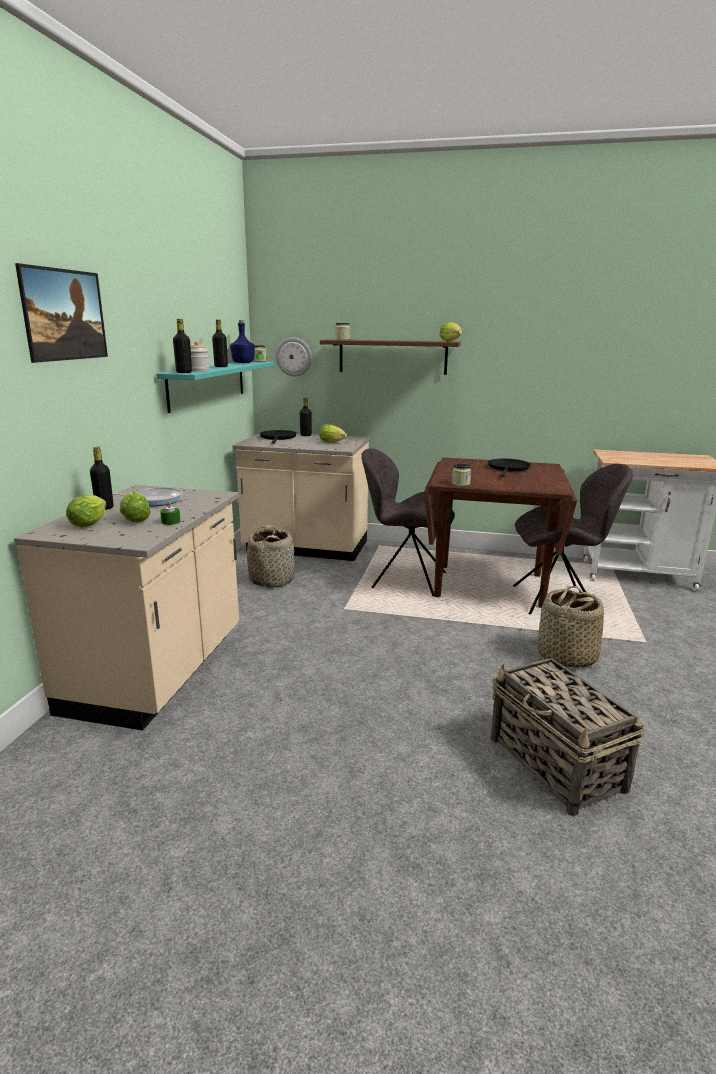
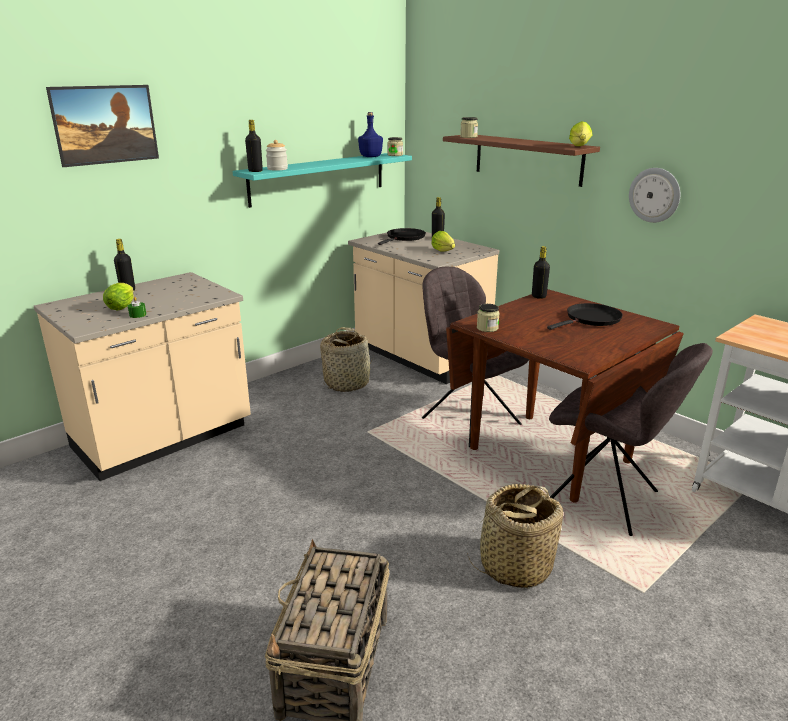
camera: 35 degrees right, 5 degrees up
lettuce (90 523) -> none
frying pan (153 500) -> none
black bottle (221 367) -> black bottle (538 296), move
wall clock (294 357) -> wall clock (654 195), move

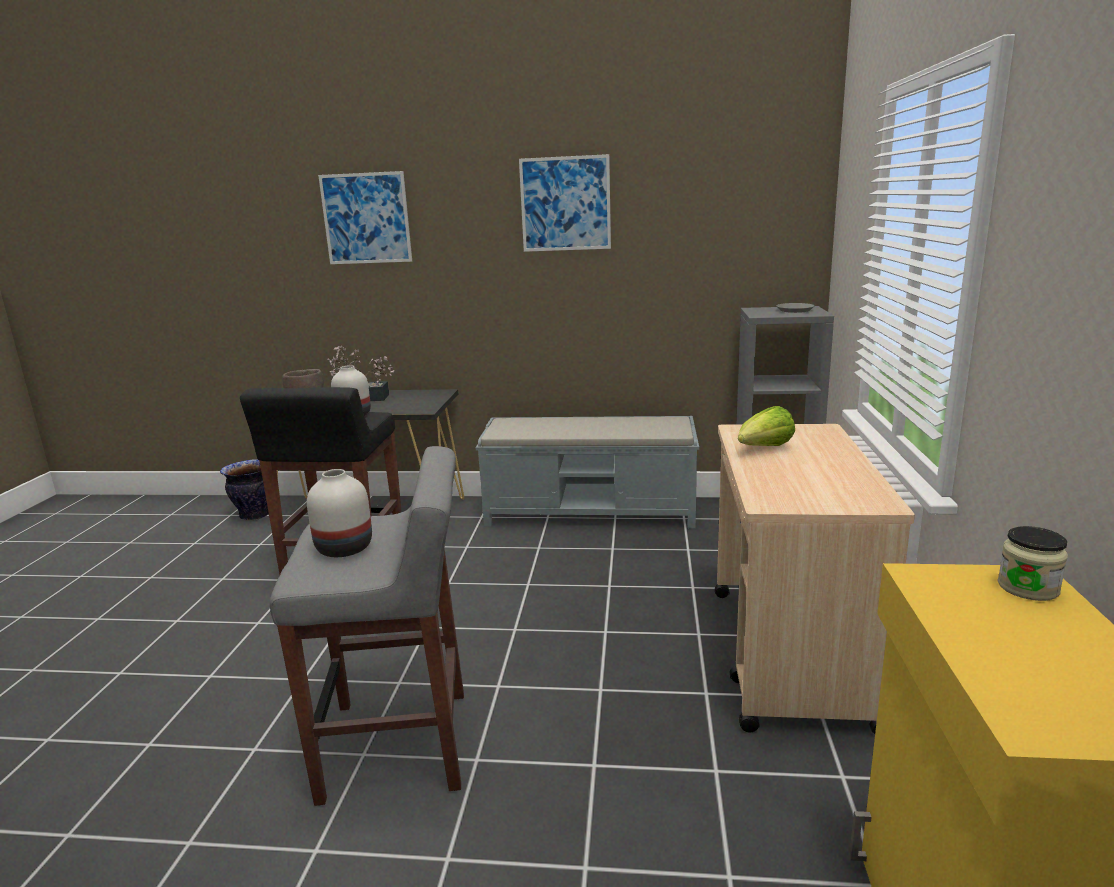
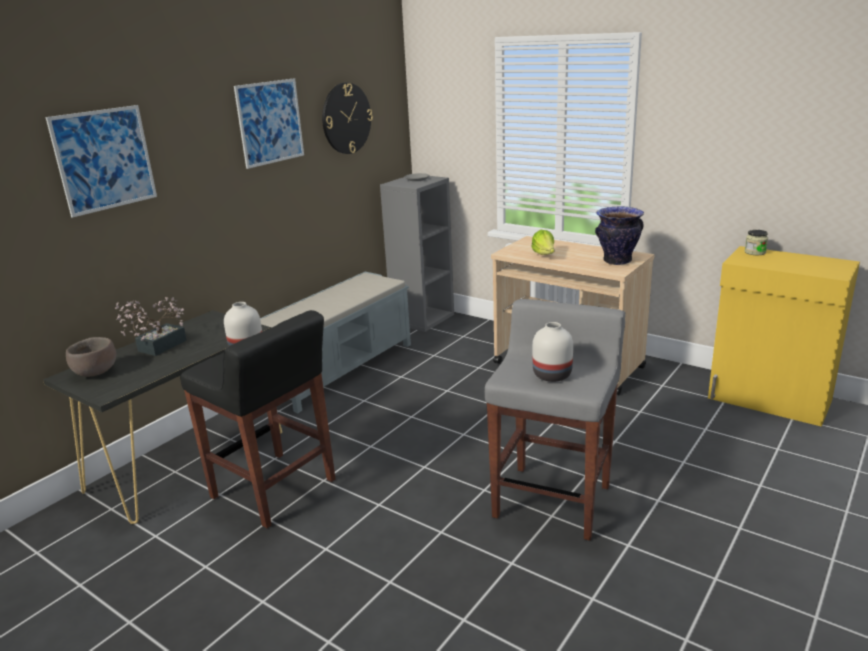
camera: 60 degrees left, 5 degrees up
none -> wall clock (346 118)
vase (255 515) -> vase (617 261), move

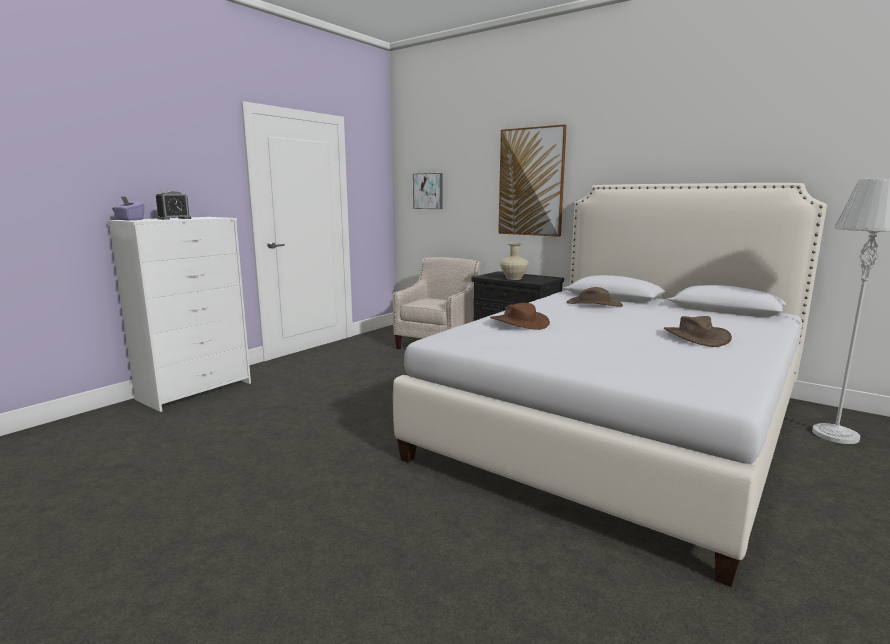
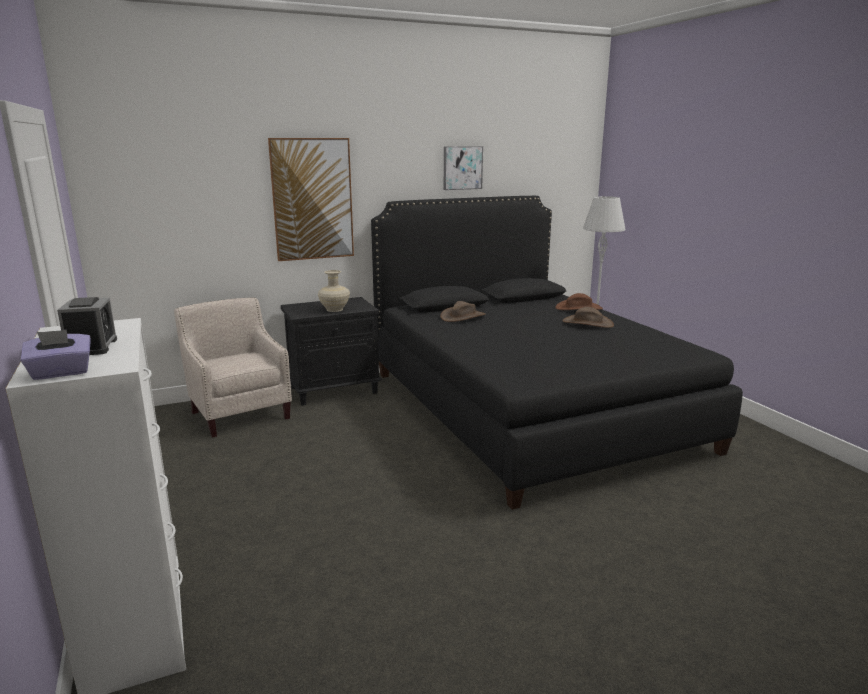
camera: 60 degrees left, 5 degrees up
picture (428 191) -> picture (462 168), move
brown hat (519 322) -> brown hat (579 308), move
white bed (618 425) -> black bed (527 409)

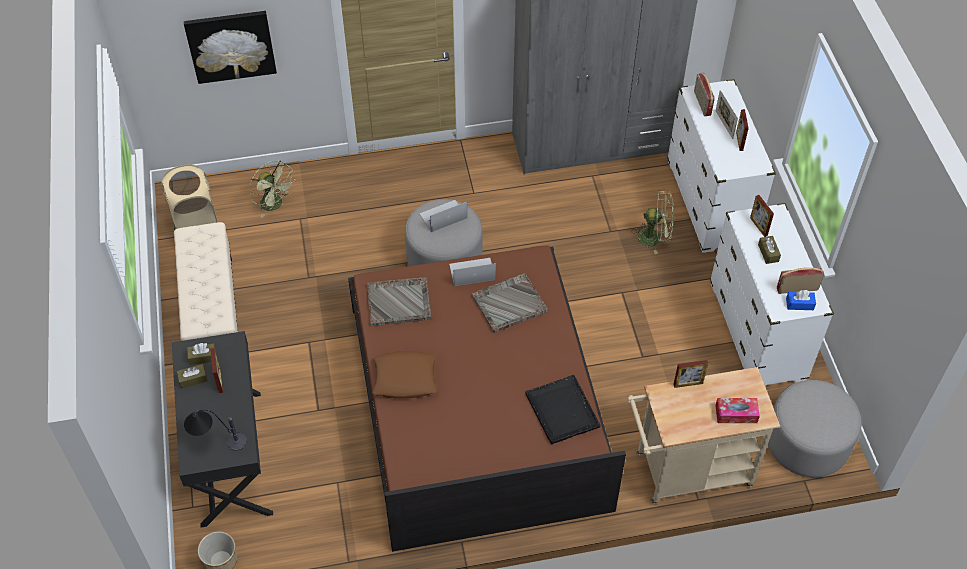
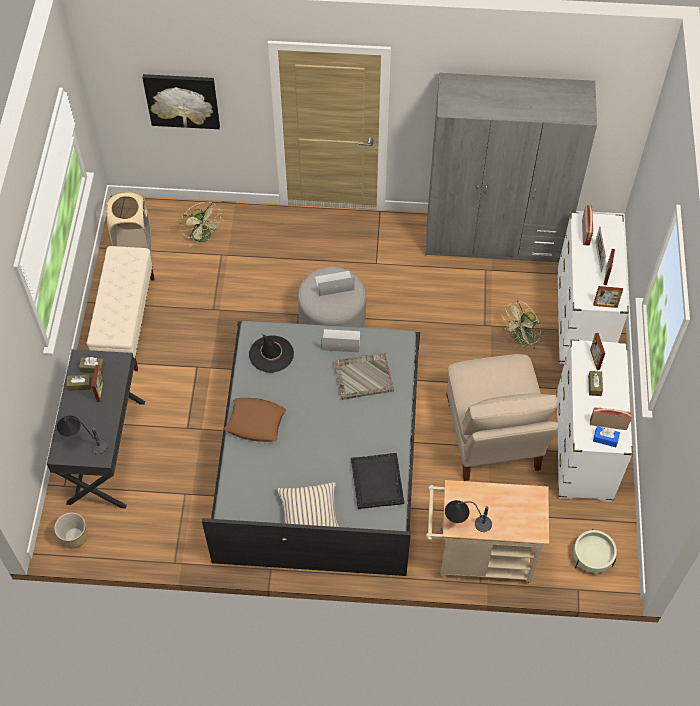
camera: 15 degrees right, 5 degrees up
tissue box (736 414) -> none
none -> beige pillow (309 514)
none -> table lamp (465 524)
none -> beige chair (492 437)
picture frame (688 384) -> picture frame (605 305), move
grey tray (399 302) -> black hat (271 354)
grey ottoman (806 443) -> beige planter (592 557)
brown bed (477 406) -> grey bed (320 456)
green fan (654 238) -> green fan (521 340), 120 degrees clockwise

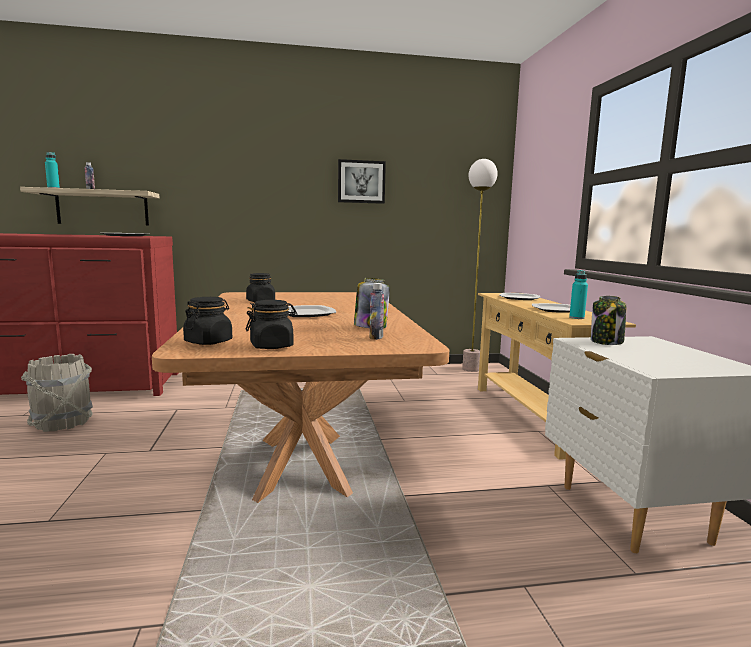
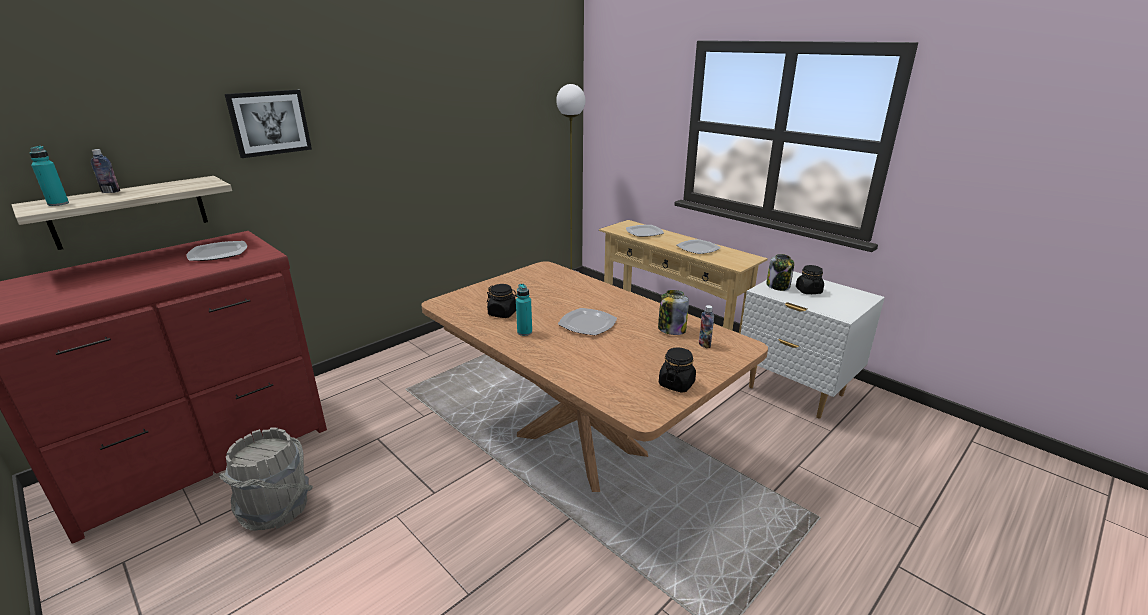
camera: 35 degrees left, 15 degrees up
black jar (208 342) -> black jar (808 291), move
picture (361 182) -> picture (269 123), move
turquoise bottle (576 318) -> turquoise bottle (524 332), move

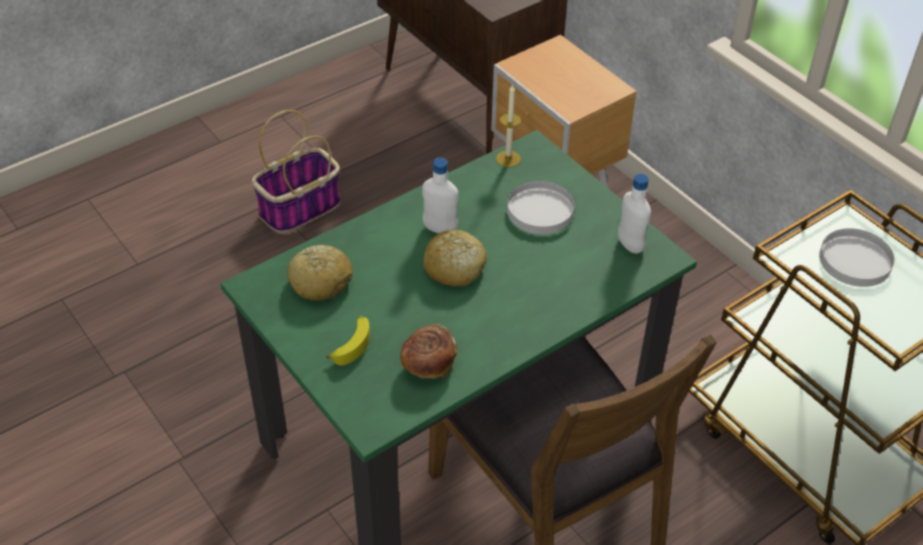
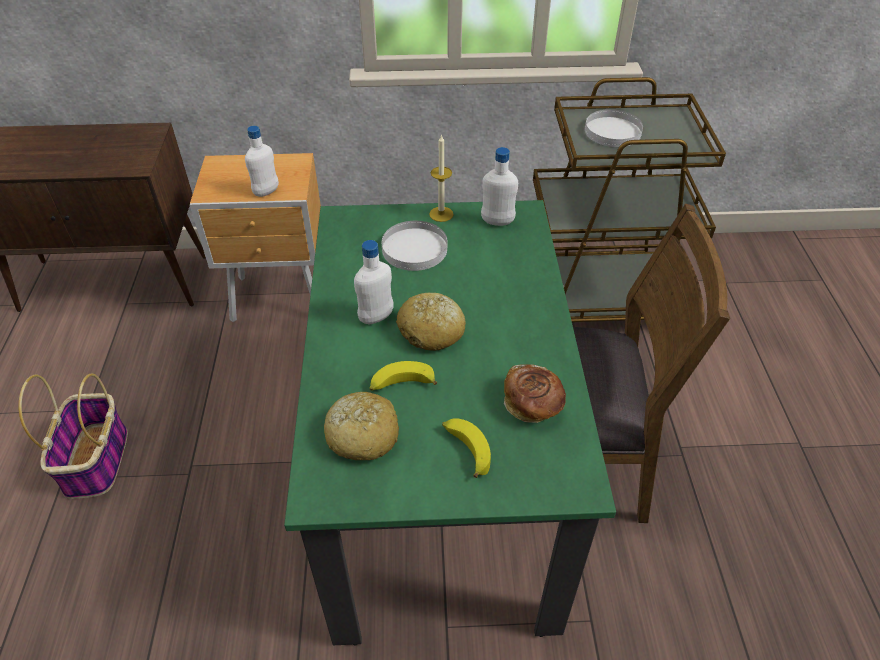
camera: 55 degrees left, 0 degrees up
none -> white bottle (266 192)
none -> banana (401 385)
candle (508 159) -> candle (441 214), move

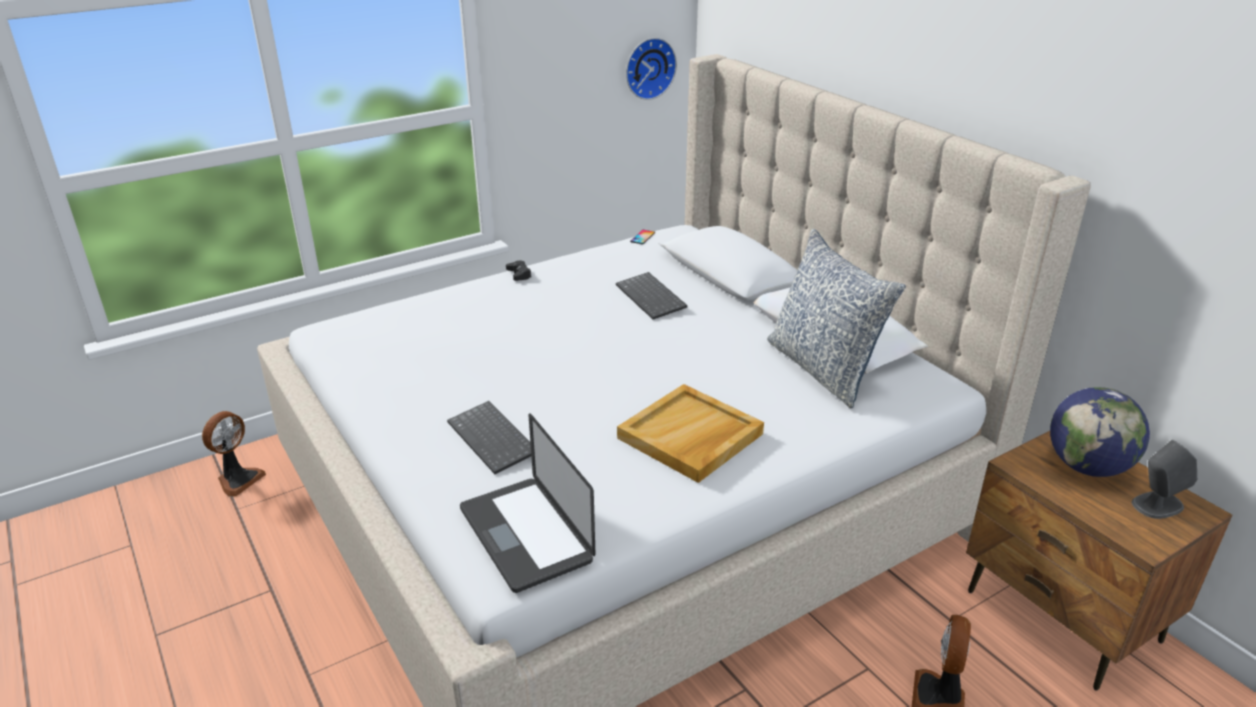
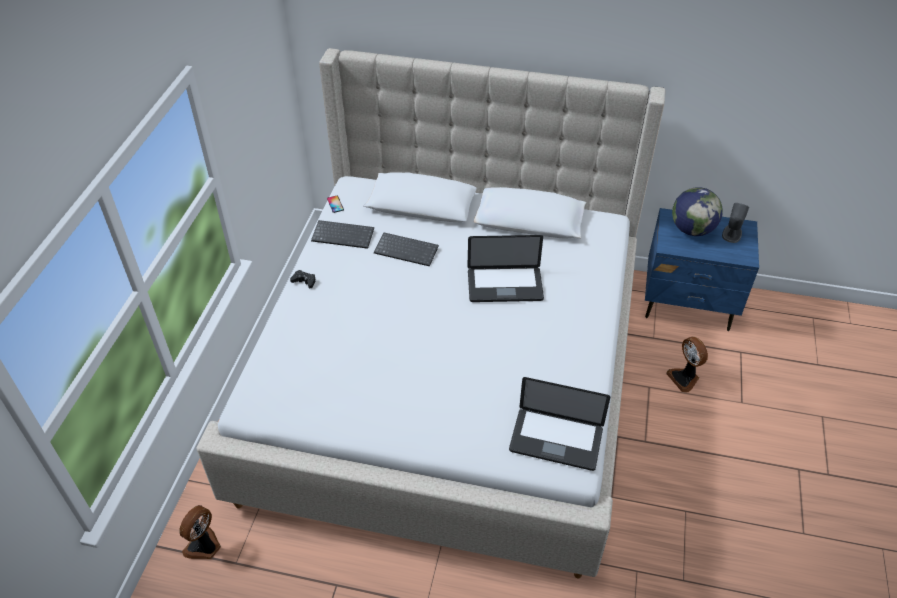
camera: 45 degrees left, 15 degrees up
beige tray (690 437) -> none
wall clock (648 68) -> none
pillow (823 369) -> none
none -> laptop (505 286)
keyboard (494 439) -> keyboard (344 235), move
brown nightstand (1062 617) -> blue nightstand (688 304)
fan (238 479) -> fan (204 546), 135 degrees counterclockwise

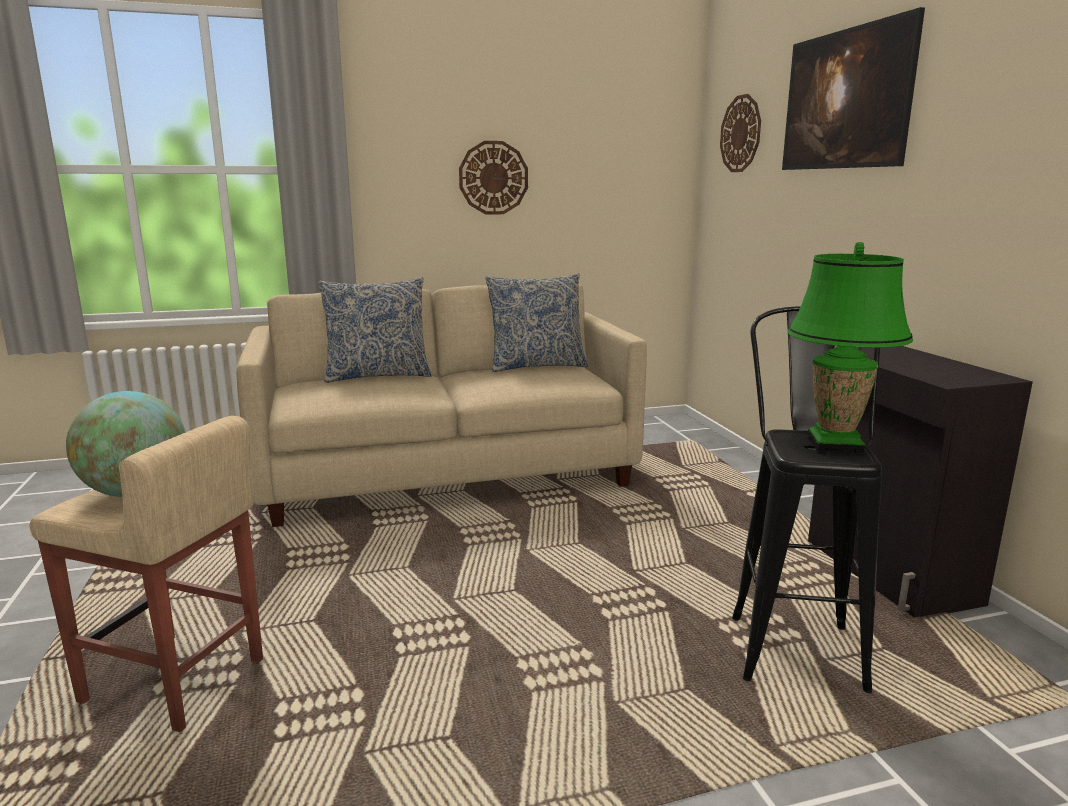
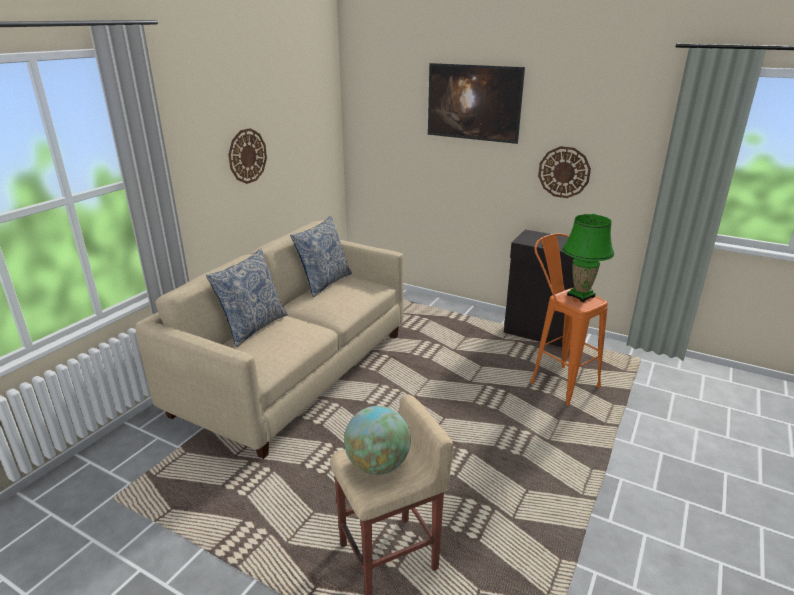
camera: 45 degrees left, 10 degrees up
wall clock (741 134) -> wall clock (564 172), move
black stool (792 639) -> orange stool (556 380)

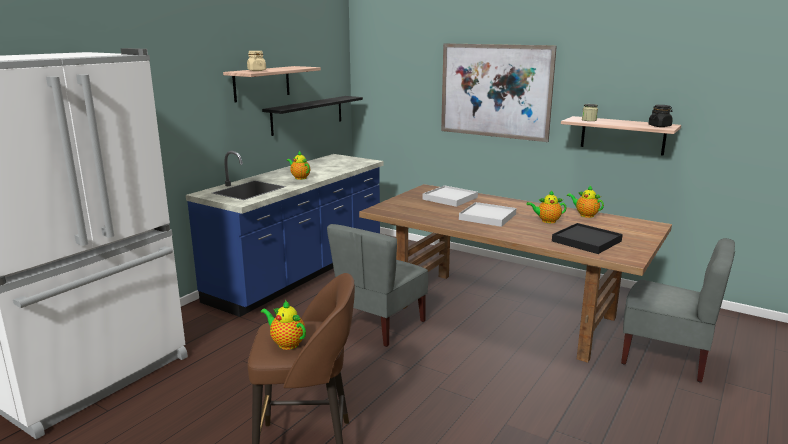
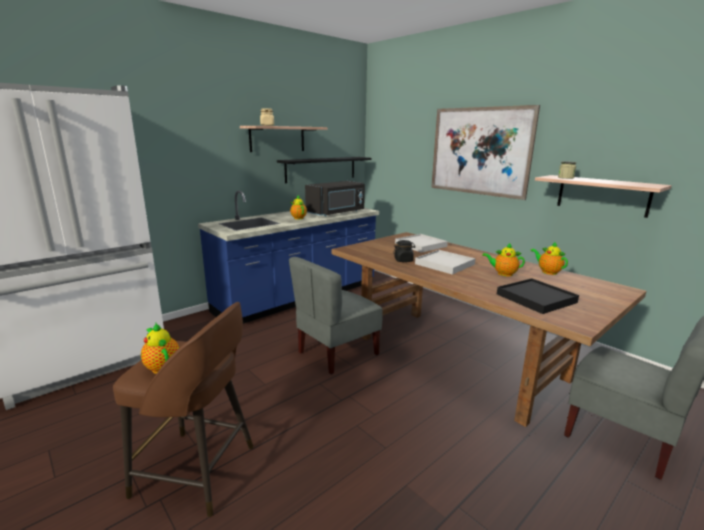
camera: 15 degrees right, 0 degrees up
none -> black microwave (337 213)
black jar (659 126) -> black jar (403 260), move

